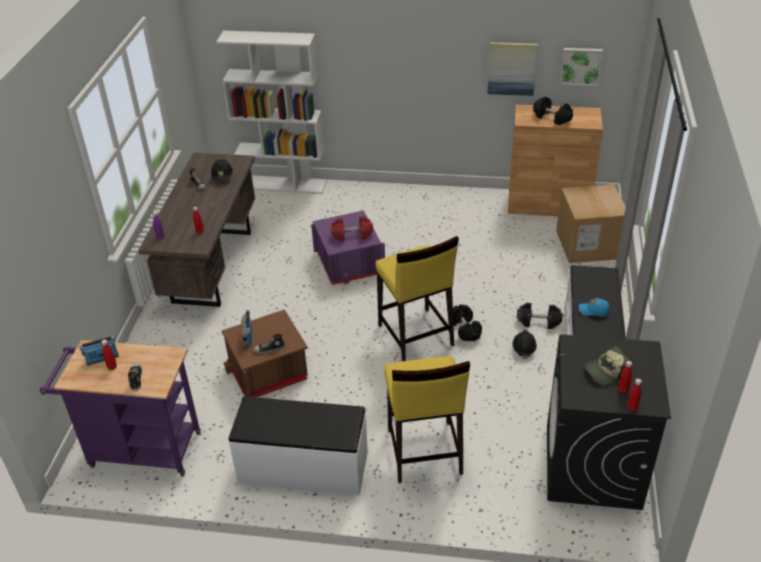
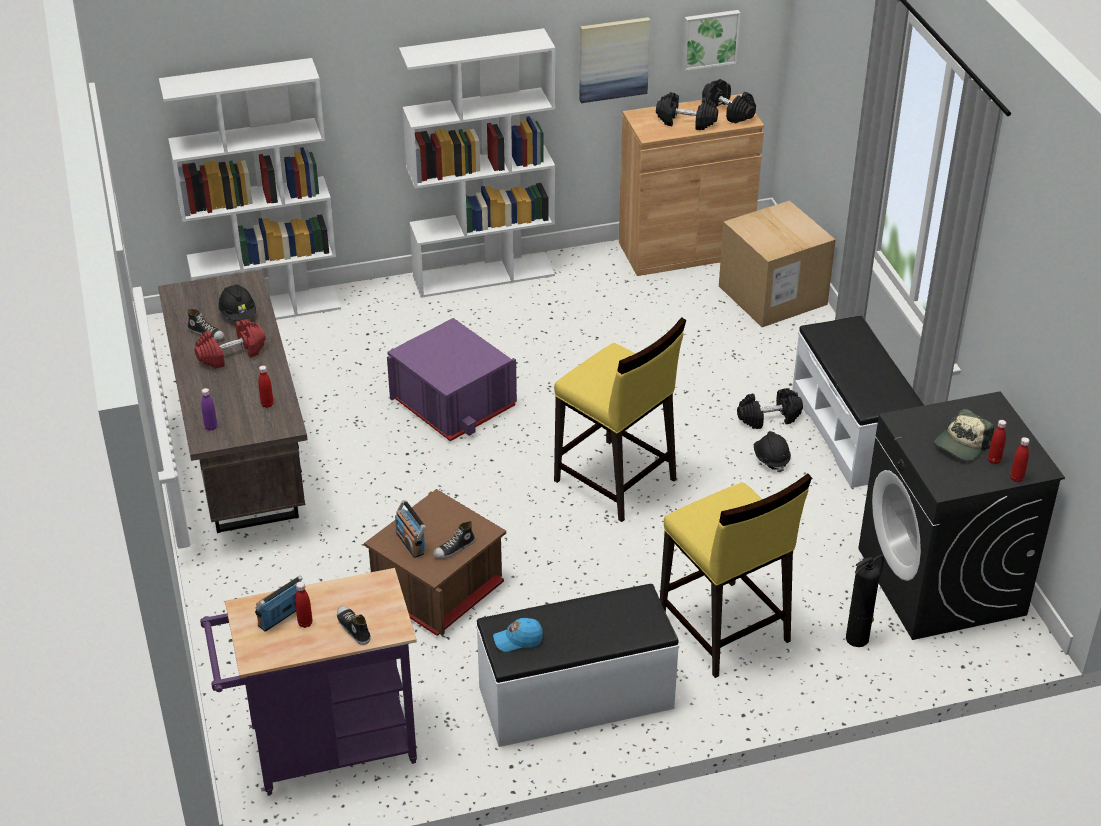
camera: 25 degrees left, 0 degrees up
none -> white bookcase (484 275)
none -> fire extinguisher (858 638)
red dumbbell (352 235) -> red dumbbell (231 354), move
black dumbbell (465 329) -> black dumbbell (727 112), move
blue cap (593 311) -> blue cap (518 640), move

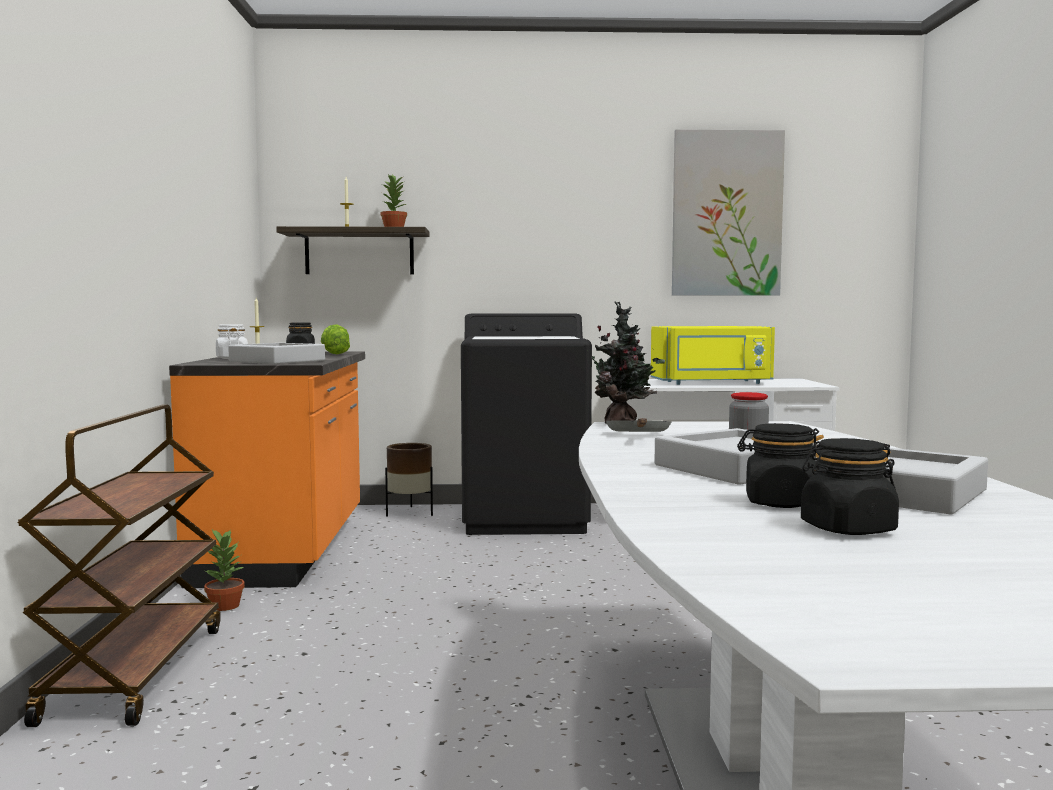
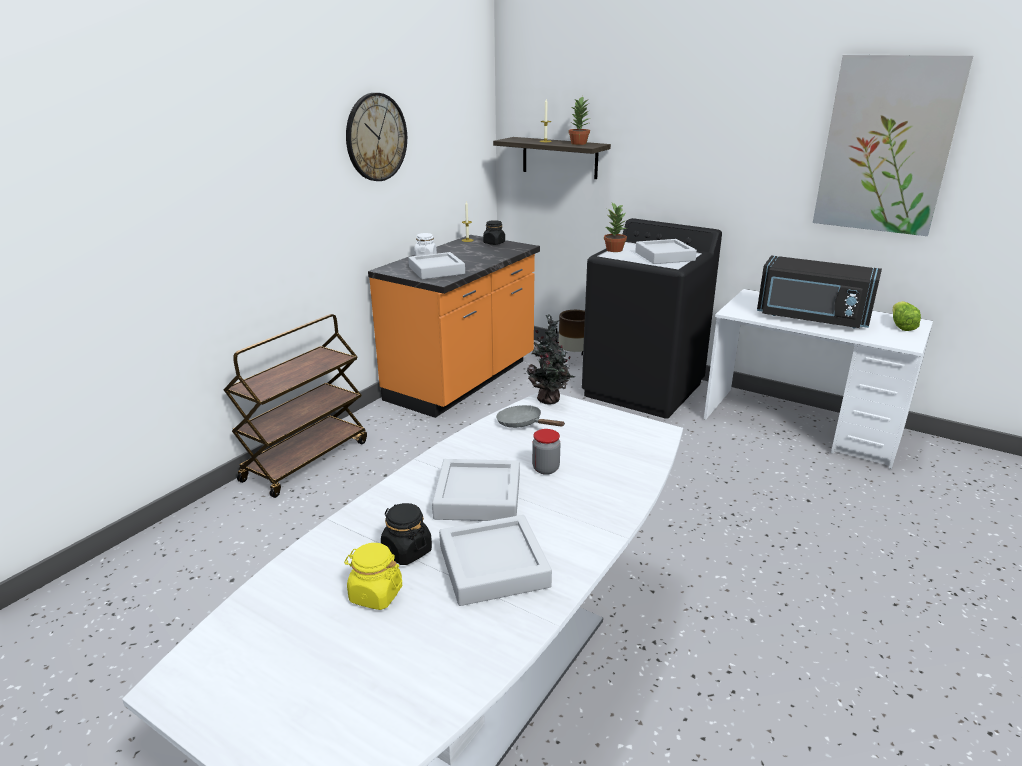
camera: 35 degrees right, 20 degrees up
none -> wall clock (376 137)
none -> grey tray (664 256)
potted plant (225 605) -> potted plant (614 250), move
lettuce (333 353) -> lettuce (901 326), move
yellow microwave (712 383) -> black microwave (812 318)
black jar (847 529) -> yellow jar (375 594)
grey frying pan (639 435) -> grey frying pan (523 424), 90 degrees counterclockwise

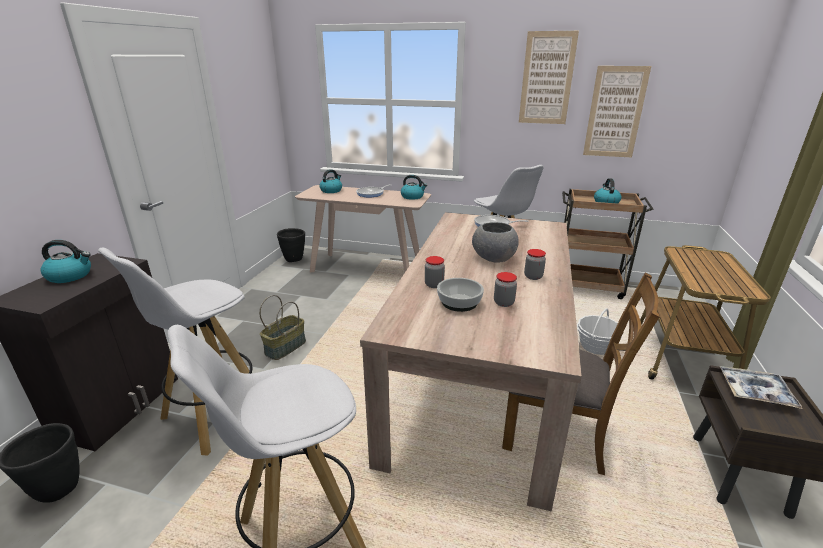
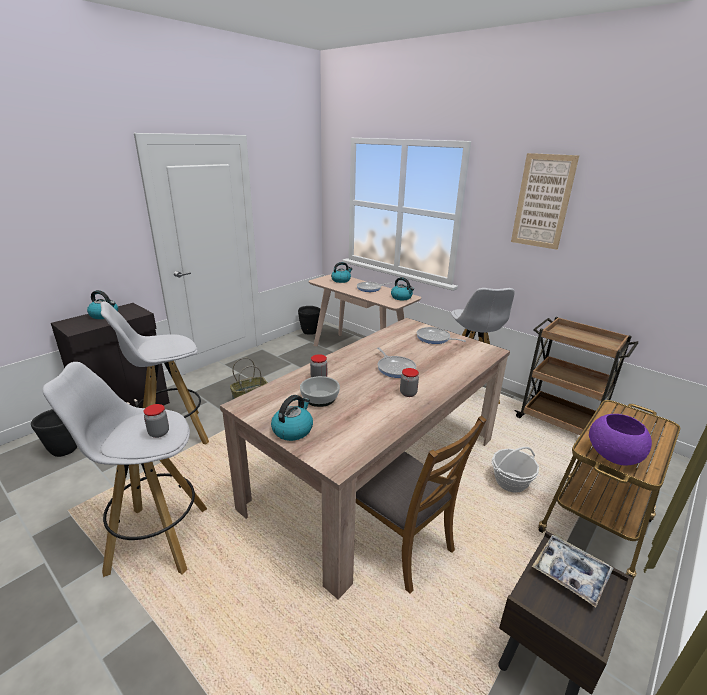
camera: 25 degrees right, 0 degrees up
picture (615 112) -> none
none -> purple bowl (612 455)
jar (503 303) -> jar (159 433), move
kettle (606 202) -> kettle (293 430), move
grey bowl (493 258) -> frying pan (395 368)

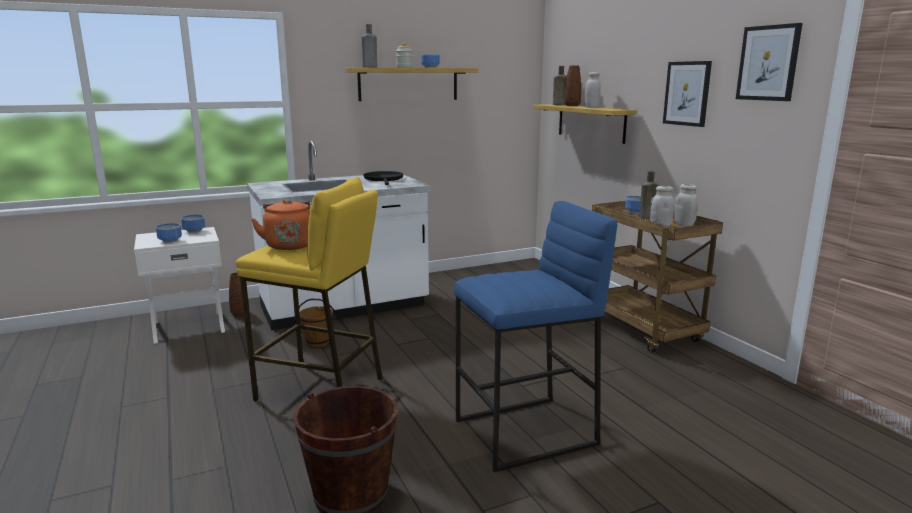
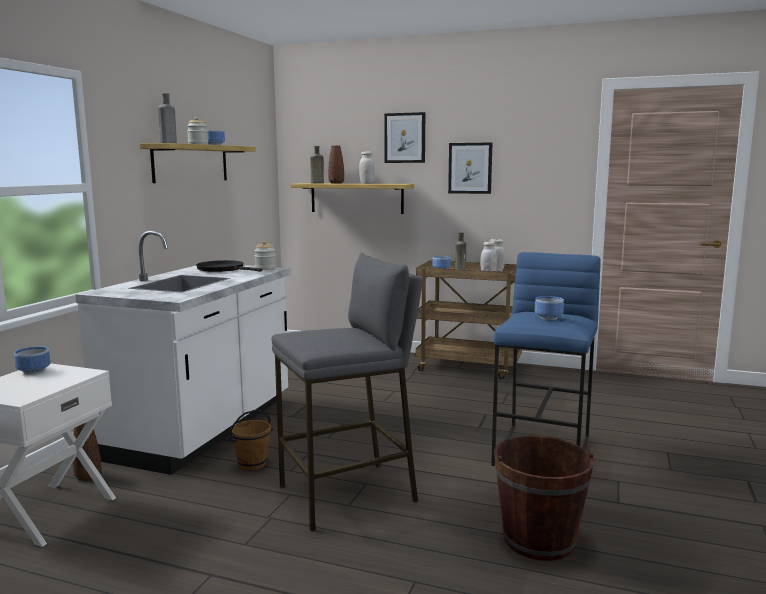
camera: 45 degrees left, 5 degrees down
orange kettle (289 245) -> none
none -> jar (265 268)
bowl (170 241) -> bowl (549 317), move
picture (768 63) -> picture (405 138), move
yellow stool (320 389) -> grey stool (348 494)

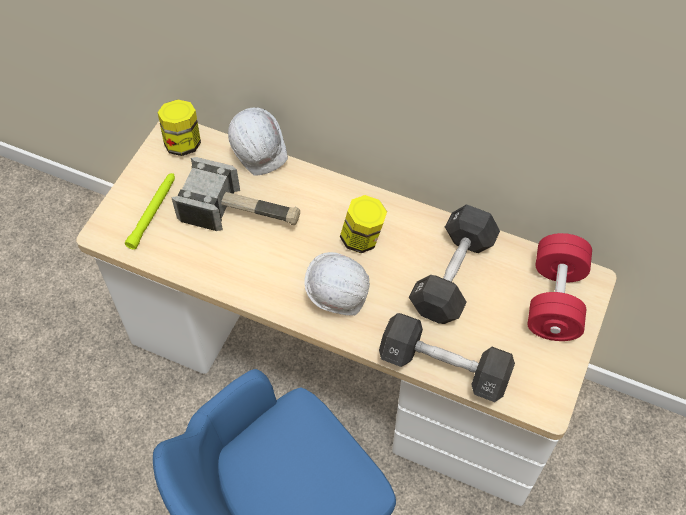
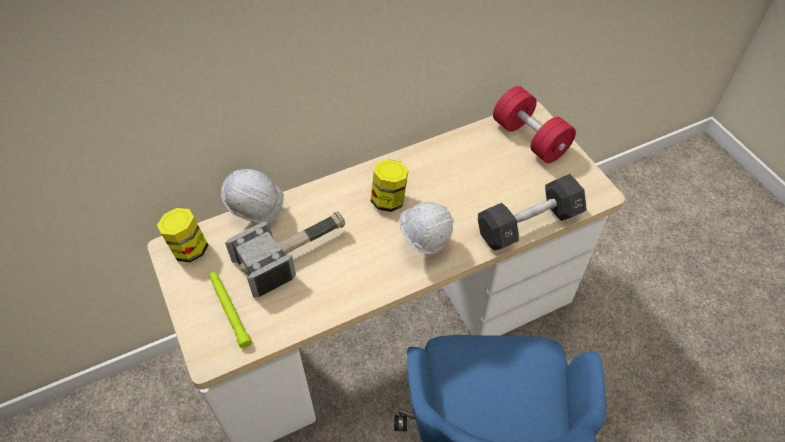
camera: 50 degrees left, 5 degrees down
black dumbbell (453 275) -> none

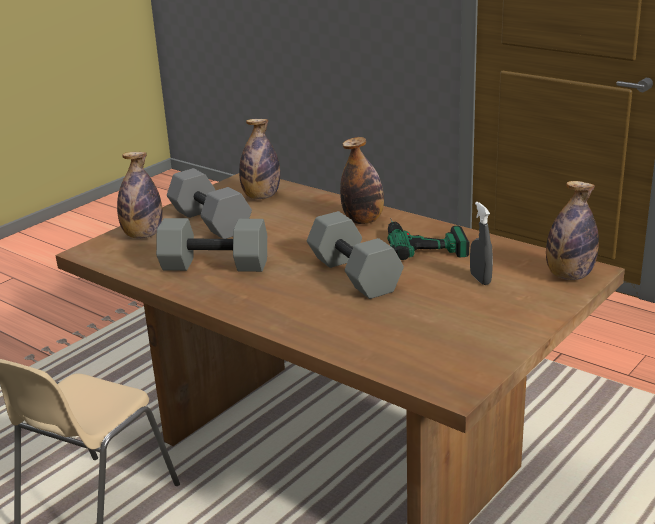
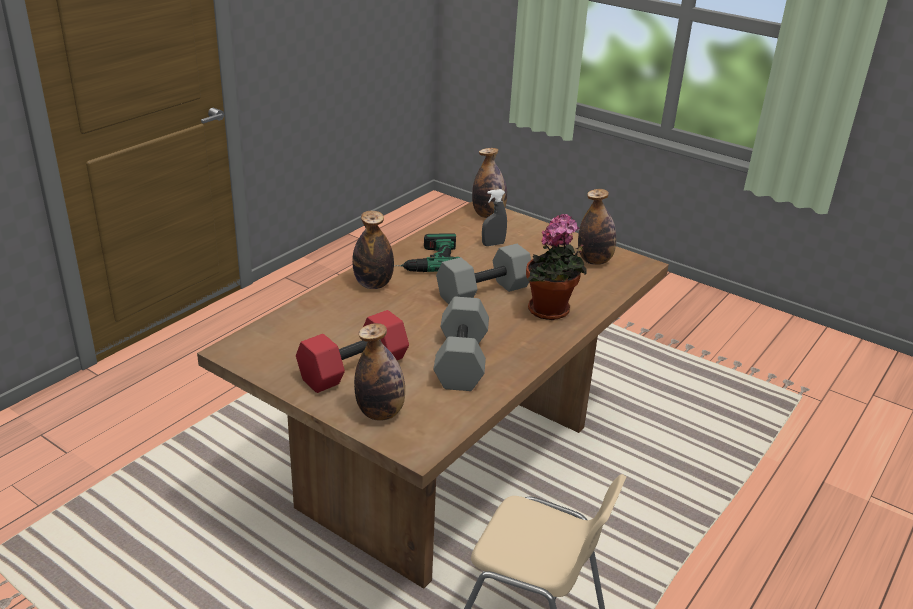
camera: 95 degrees left, 5 degrees up
none -> potted plant (551 312)
bottle (261 196) -> bottle (594 261), move
grey dumbbell (208 222) -> red dumbbell (353 370)

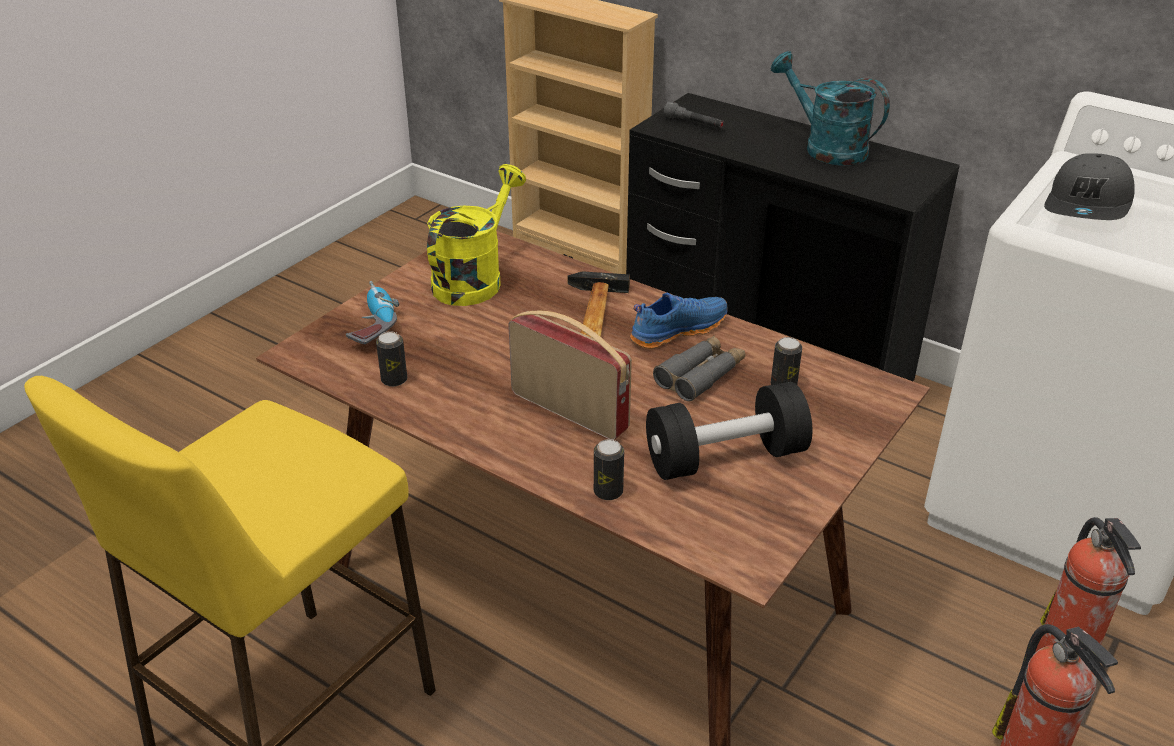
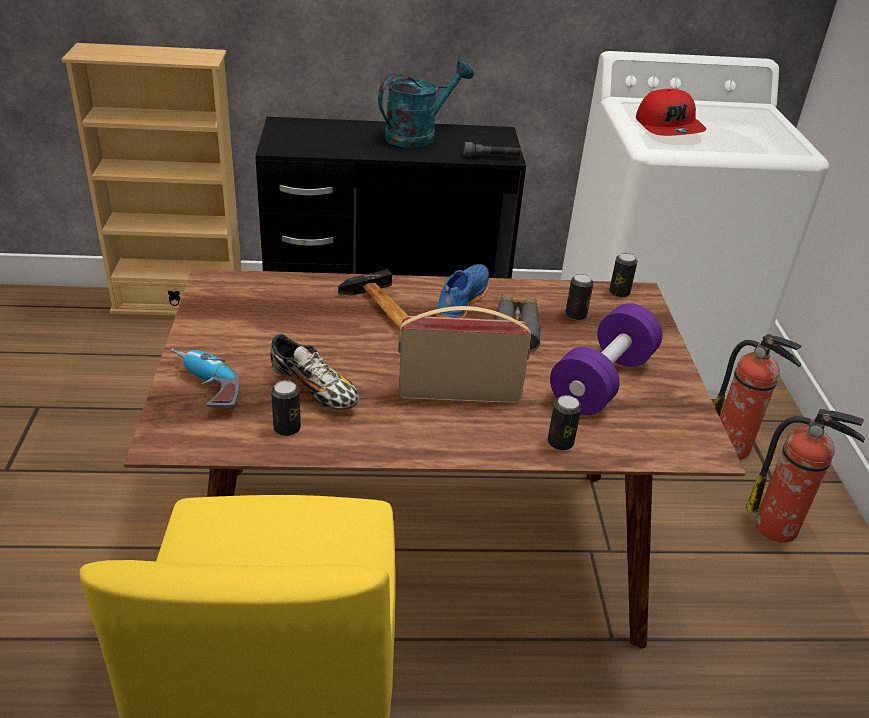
camera: 40 degrees left, 0 degrees up
yellow watering can (474 279) -> none
none -> shoe (314 389)
none -> can (619 293)
grey flashlight (694 124) -> grey flashlight (492 157), move
black dumbbell (725 457) -> purple dumbbell (602 381)
grey cap (1088 205) -> red cap (669 127)
turquoise watering can (826 148) -> turquoise watering can (418 135), 135 degrees clockwise

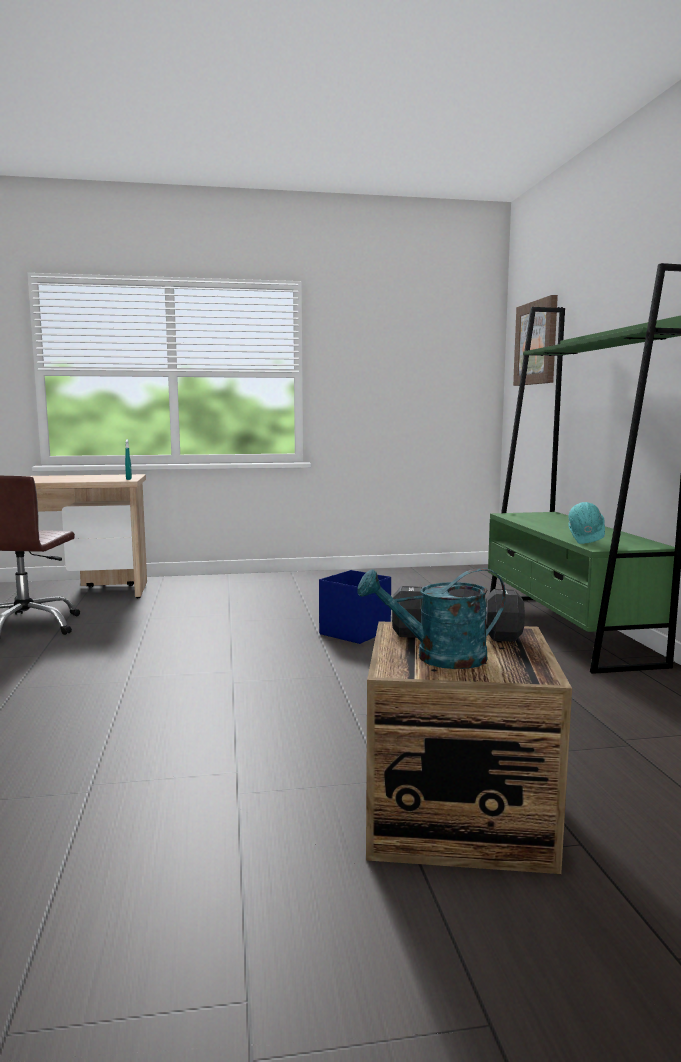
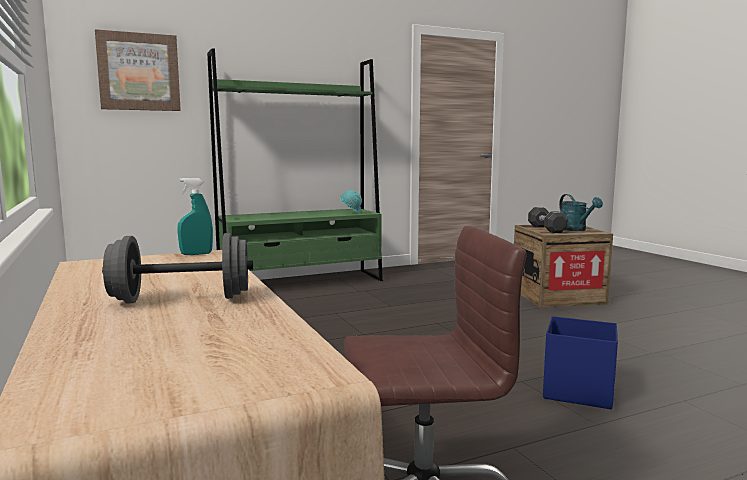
camera: 105 degrees left, 0 degrees up
none -> grey dumbbell (182 299)
blue storage box (356 632) -> blue storage box (577 391), move

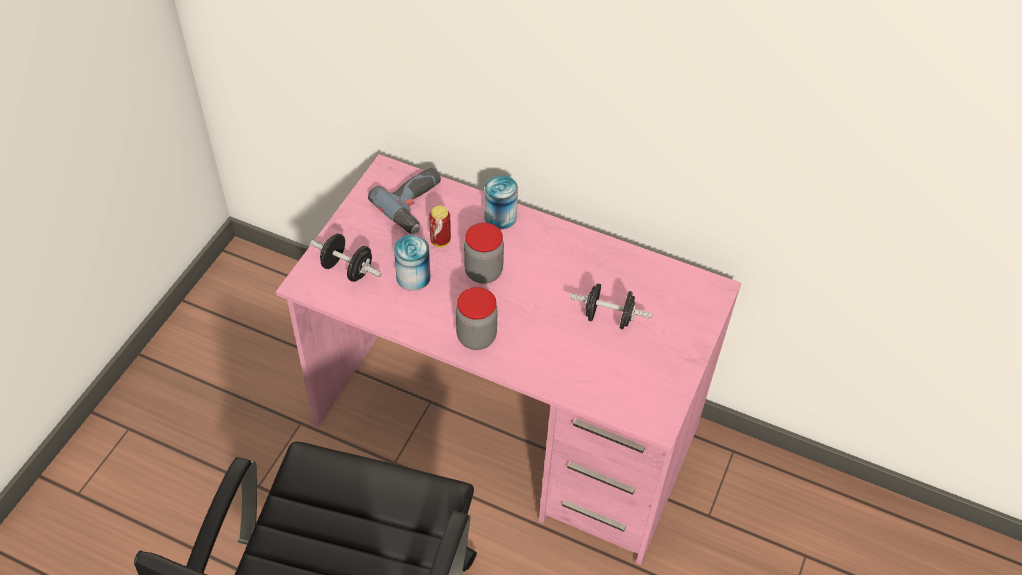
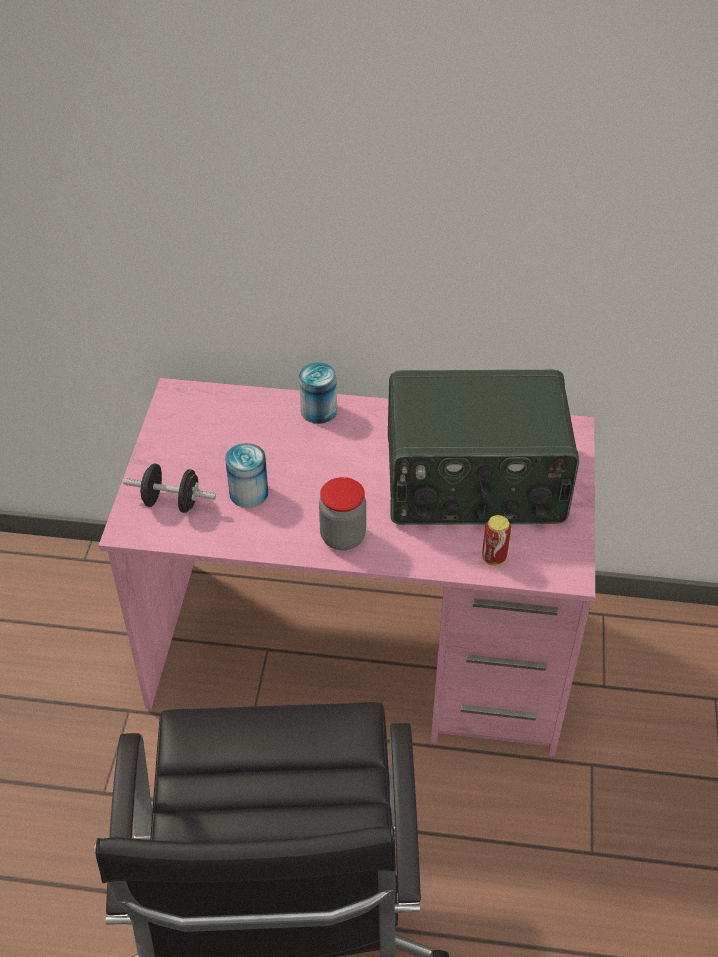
camera: 15 degrees left, 5 degrees down
power drill (416 205) -> none
jar (483 272) -> none
can (440 241) -> can (494 558), move
black dumbbell (608 317) -> radio (474 483)

